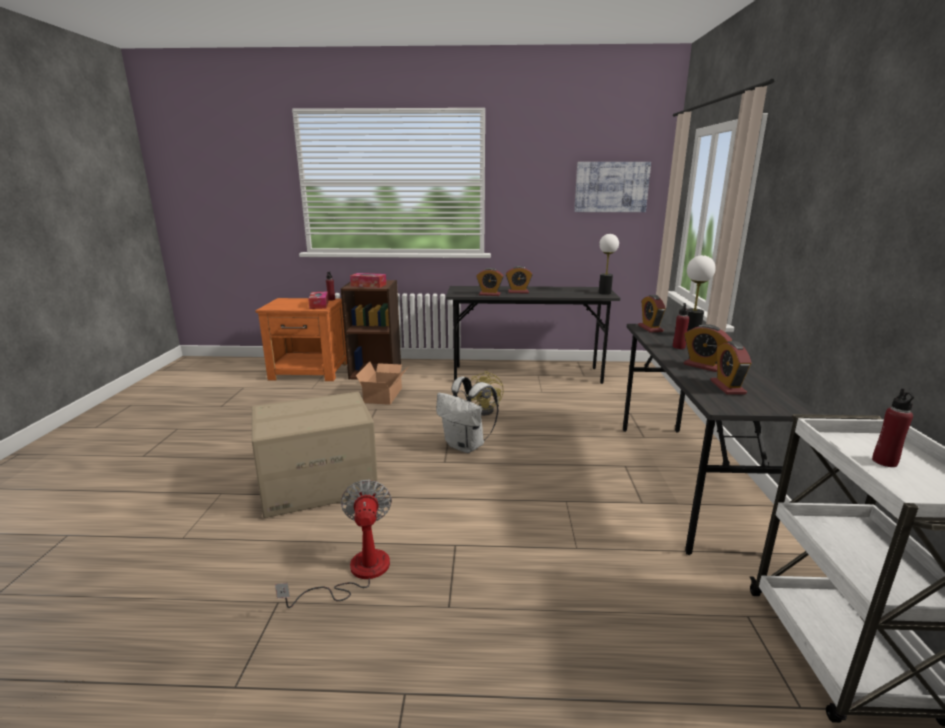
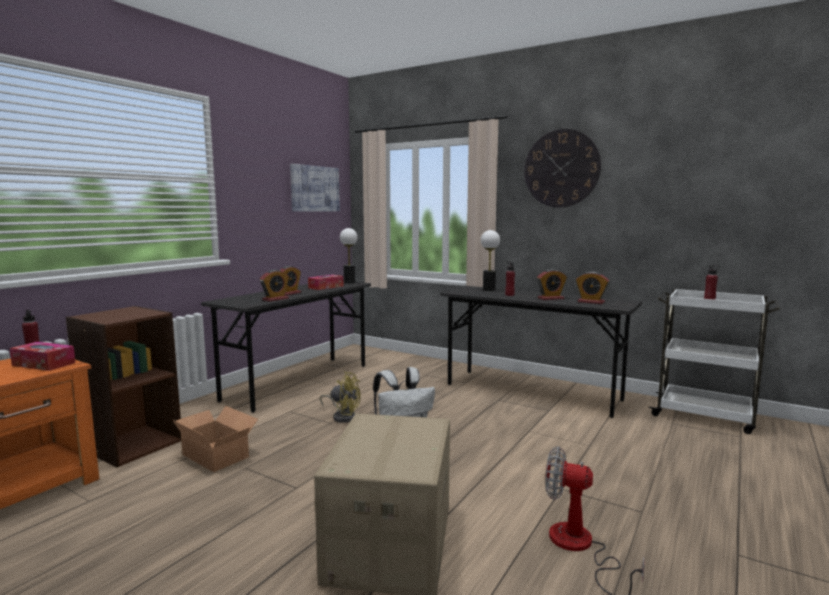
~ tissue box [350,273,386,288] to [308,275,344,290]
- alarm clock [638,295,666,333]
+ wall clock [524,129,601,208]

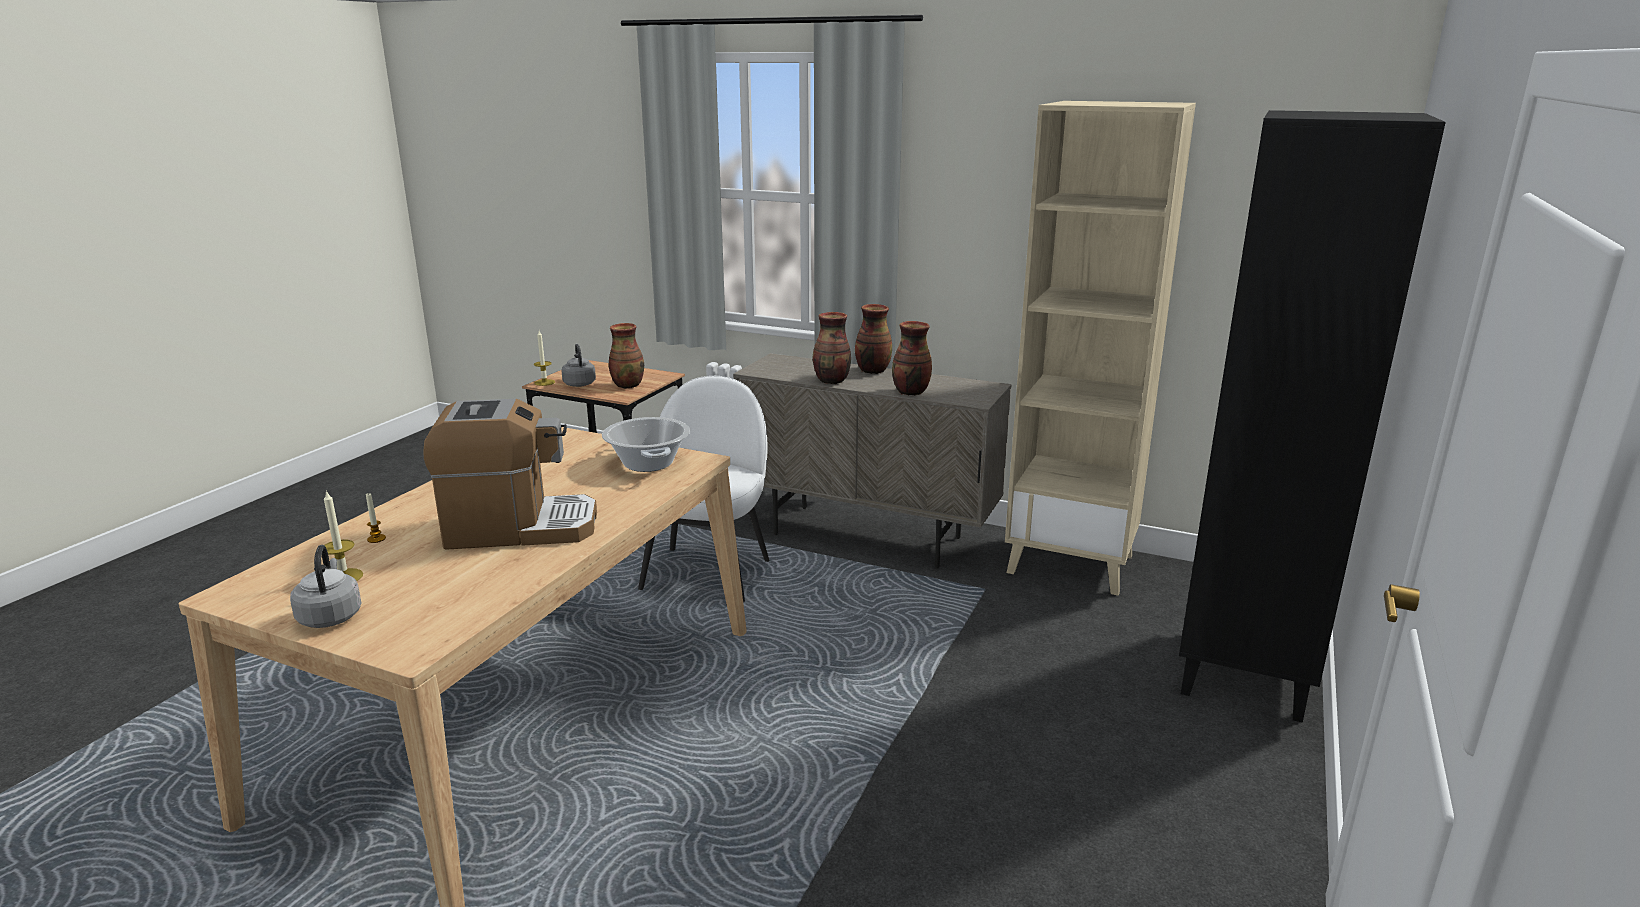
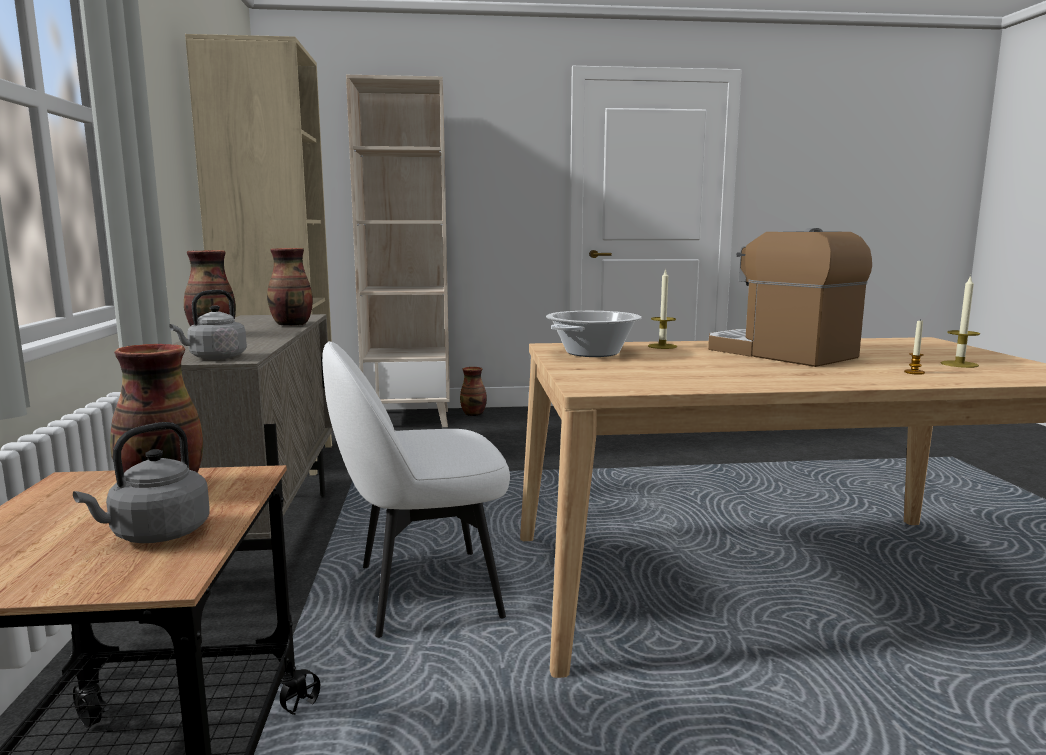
~ black bookcase [1179,110,1446,723] to beige bookcase [346,75,450,427]
~ vase [813,312,851,384] to [460,367,487,416]
~ candle [534,331,555,386] to [648,268,677,349]
~ grey kettle [290,545,361,628] to [169,290,247,360]

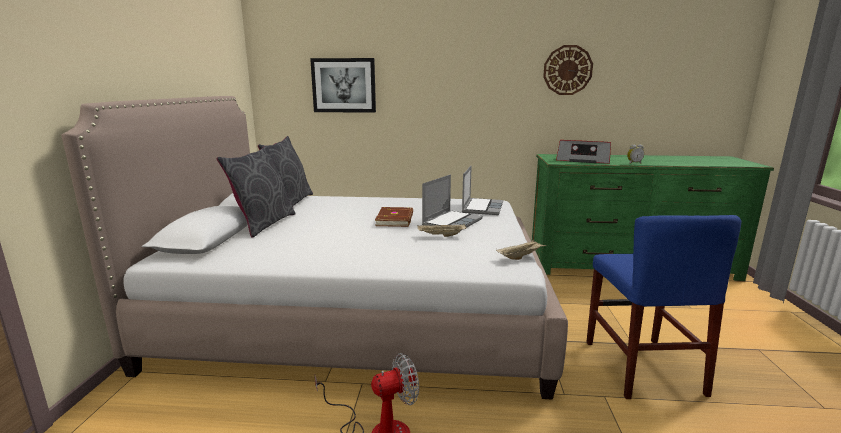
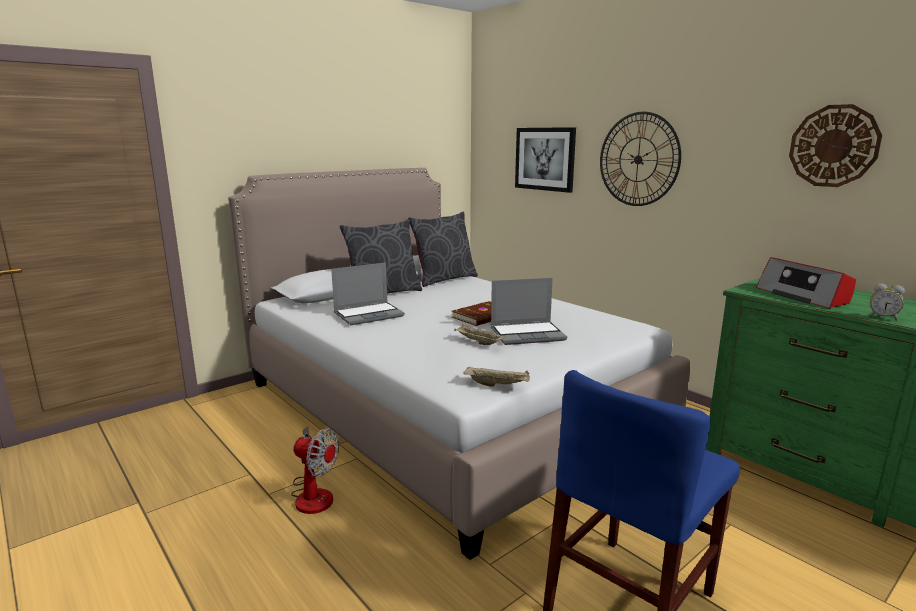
~ laptop [462,165,503,215] to [331,262,405,325]
+ wall clock [600,112,681,206]

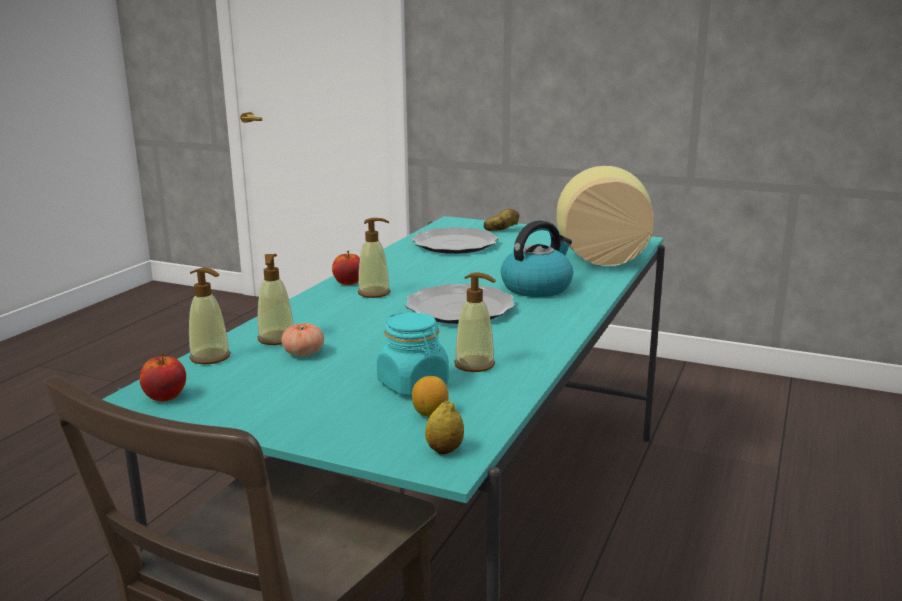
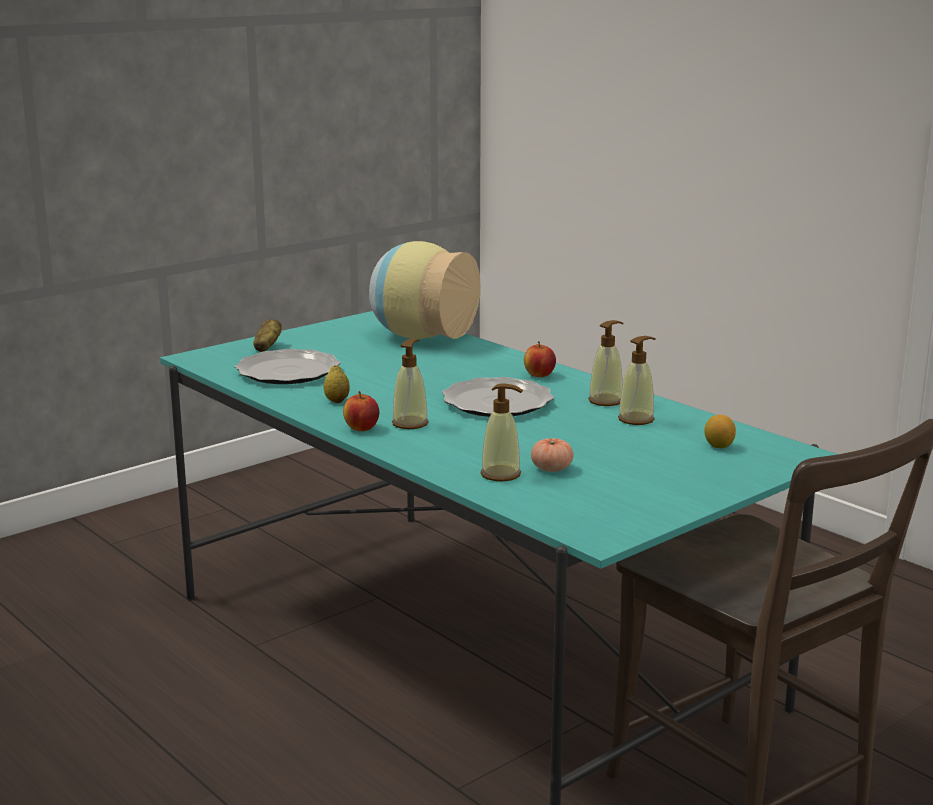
- kettle [501,220,573,297]
~ soap dispenser [189,267,231,364] to [588,320,623,406]
- turquoise jar [377,312,449,396]
~ apple [139,353,186,402] to [524,341,556,377]
~ lemon [425,400,464,455] to [324,365,350,403]

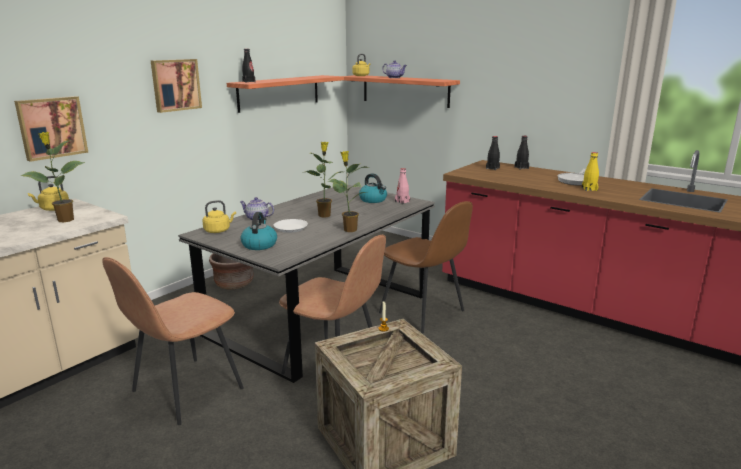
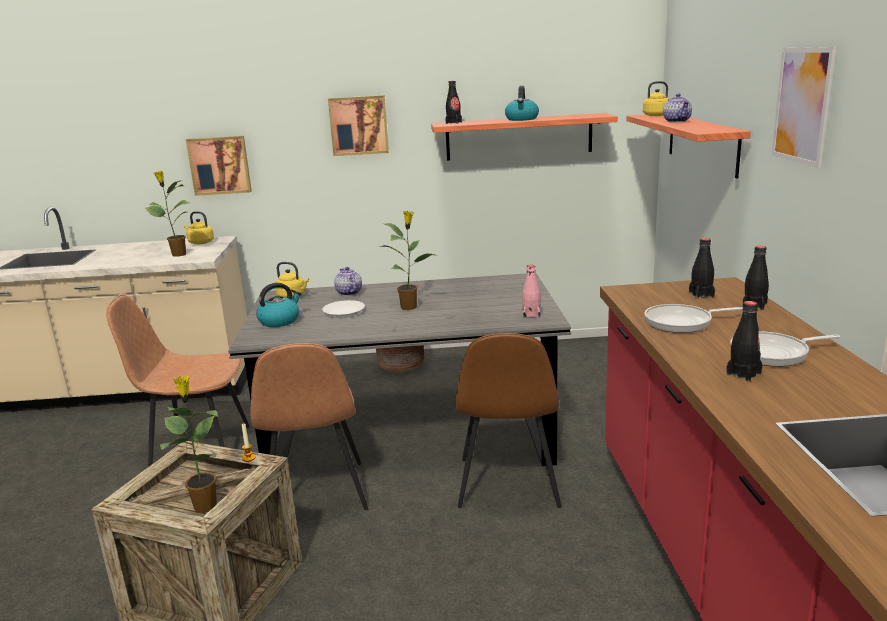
~ potted plant [328,151,368,232] to [160,376,219,513]
~ yellow bottle [582,152,599,191] to black bottle [726,301,762,382]
~ kettle [359,173,387,203] to [505,86,539,121]
+ picture [772,47,836,168]
+ frying pan [644,304,742,333]

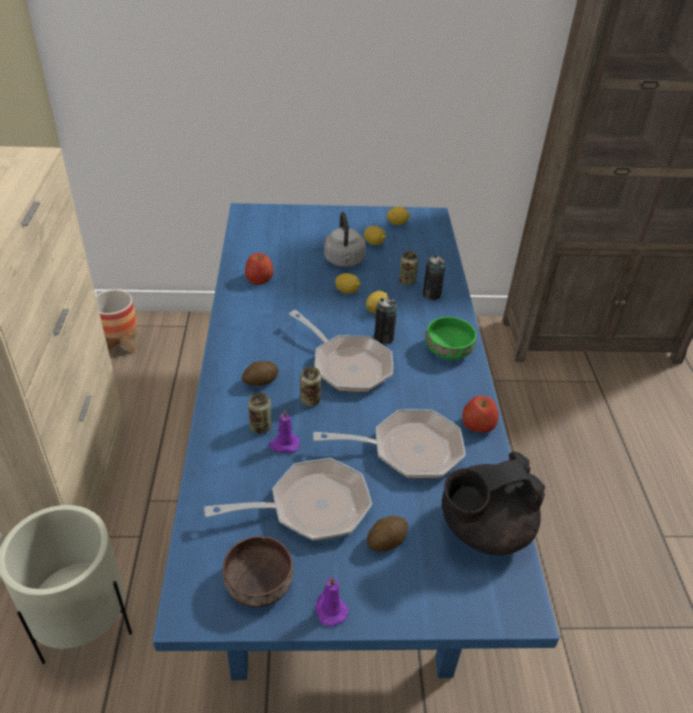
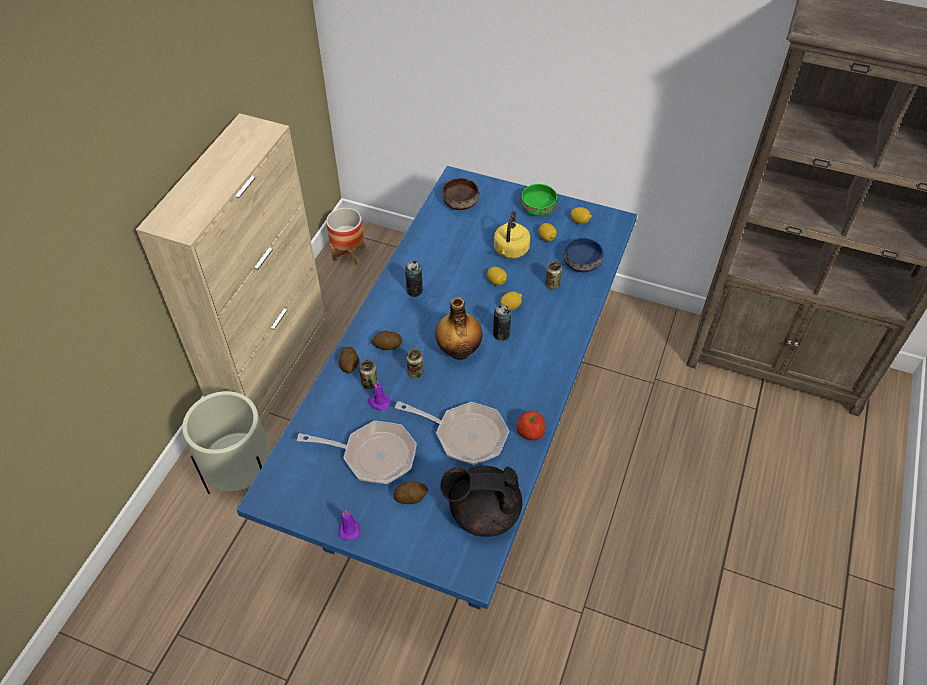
~ grey kettle [324,212,366,267] to yellow kettle [494,211,530,258]
- apple [245,253,274,285]
~ can [423,255,446,300] to [405,261,423,297]
~ frying pan [289,310,393,392] to bottle [435,297,482,360]
~ green bowl [425,317,476,360] to [521,184,558,216]
~ brown bowl [222,536,293,608] to [442,178,479,210]
+ blue bowl [564,238,603,272]
+ potato [339,347,359,373]

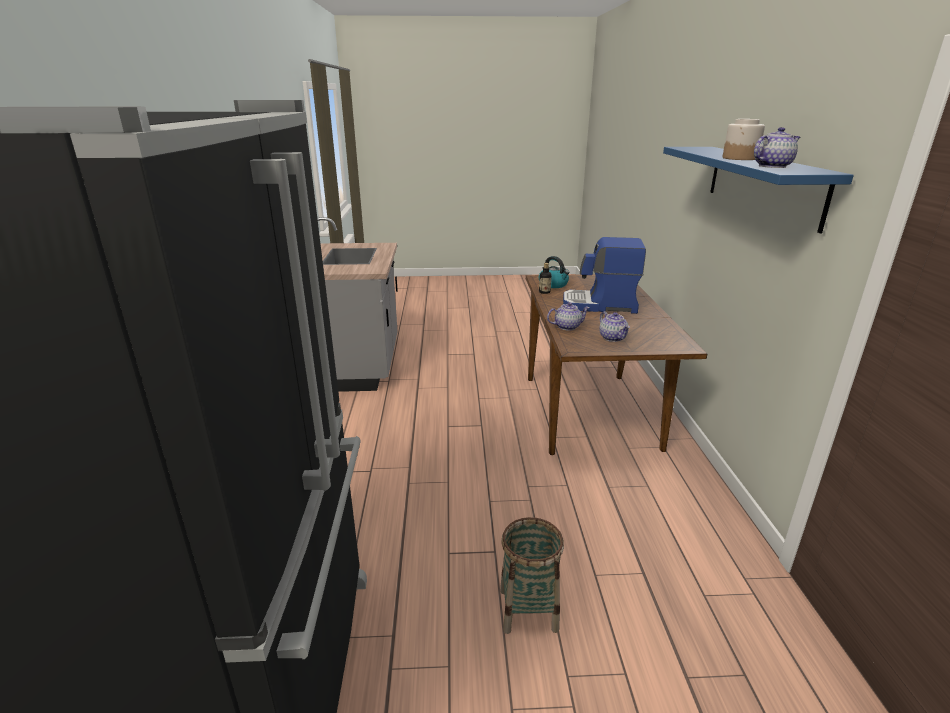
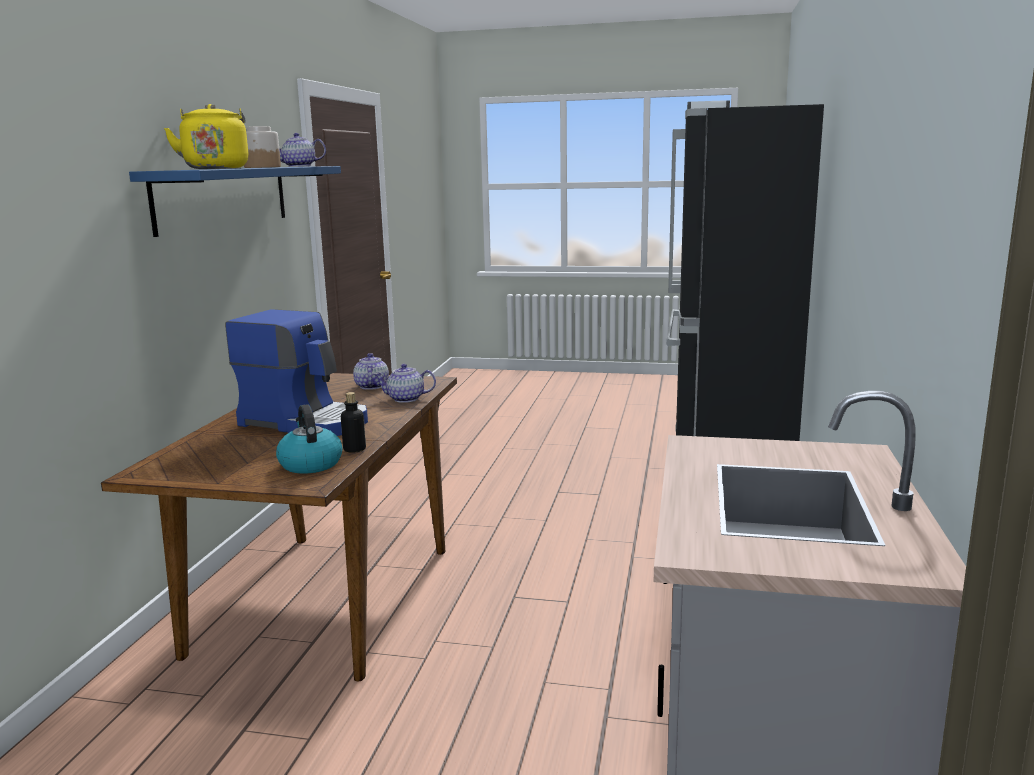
- basket [500,517,564,634]
+ yellow kettle [164,104,249,169]

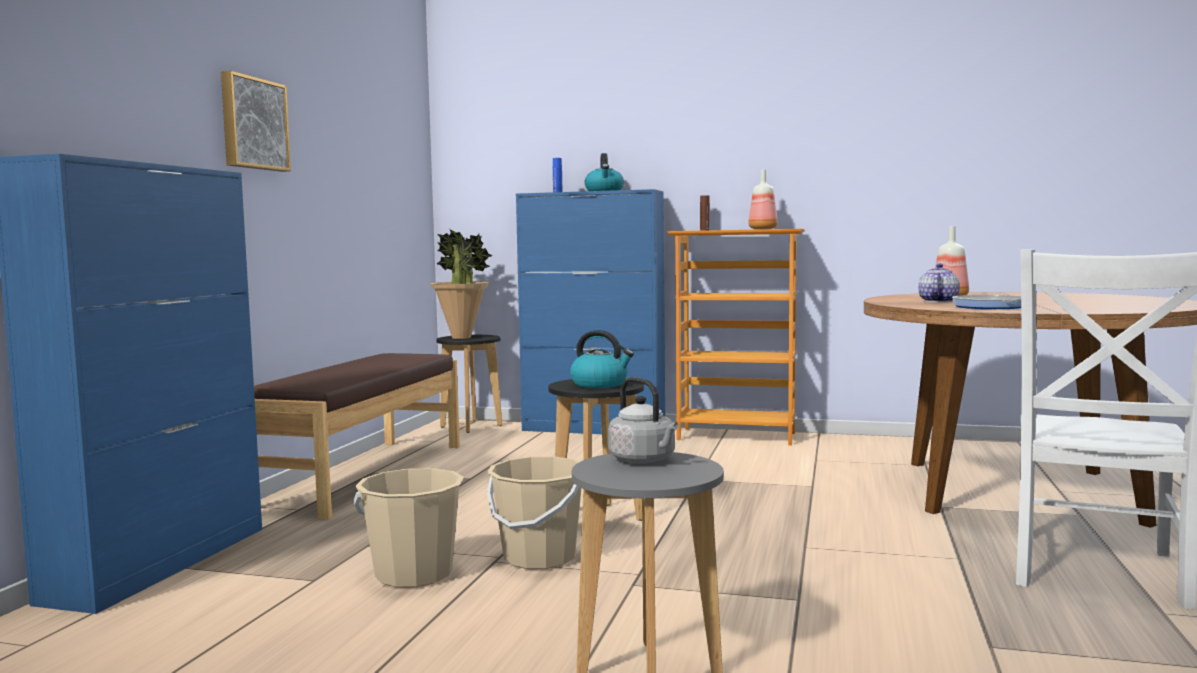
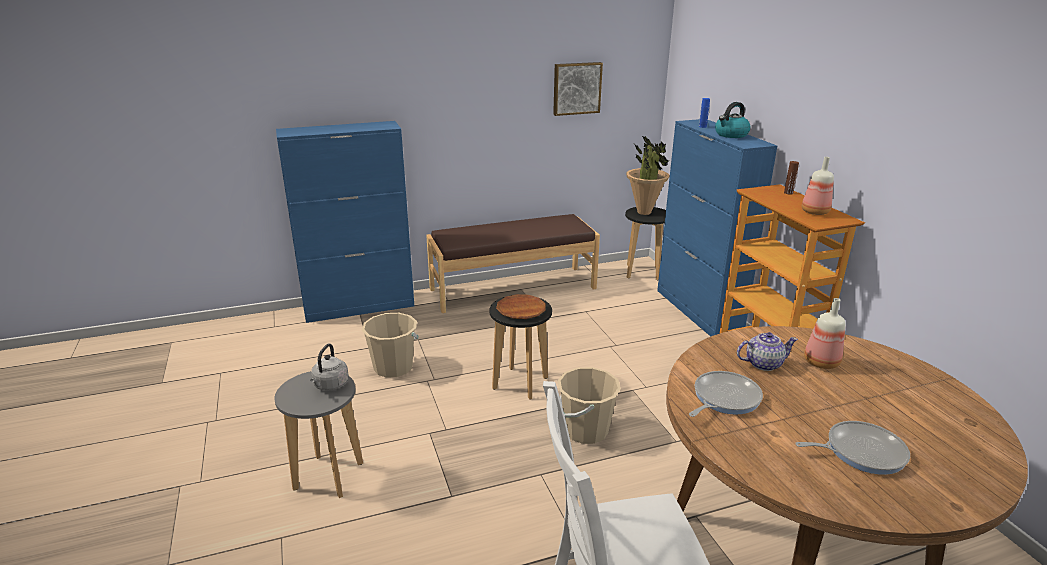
~ picture [221,71,291,172] to [553,62,603,116]
~ kettle [570,330,634,388] to brown plate [496,294,546,319]
~ beige bucket [487,457,581,569] to [557,367,621,444]
+ frying pan [795,421,910,475]

